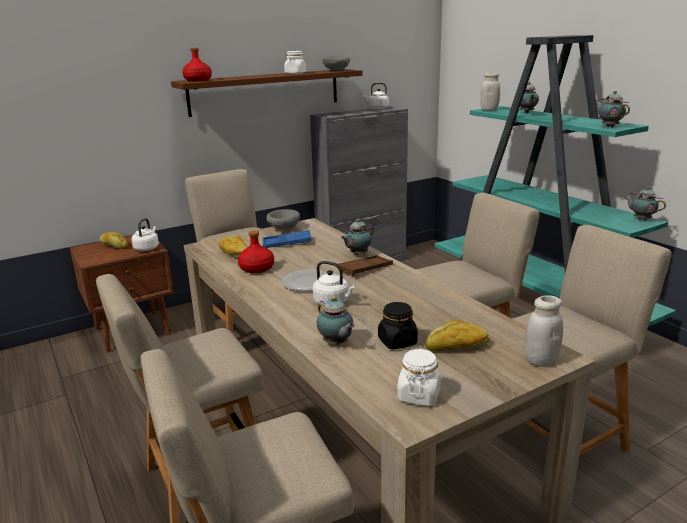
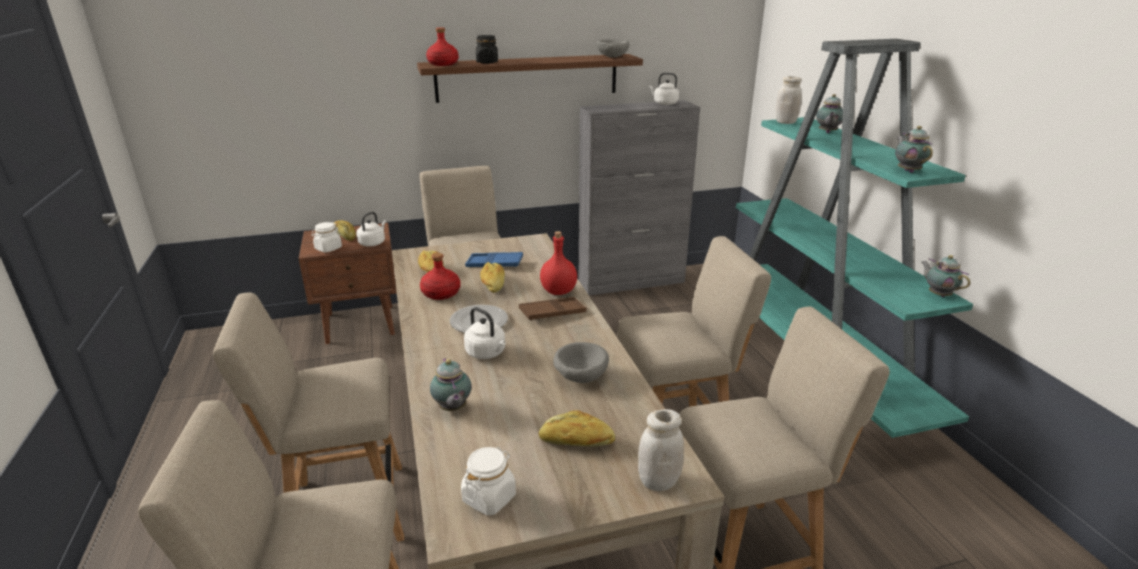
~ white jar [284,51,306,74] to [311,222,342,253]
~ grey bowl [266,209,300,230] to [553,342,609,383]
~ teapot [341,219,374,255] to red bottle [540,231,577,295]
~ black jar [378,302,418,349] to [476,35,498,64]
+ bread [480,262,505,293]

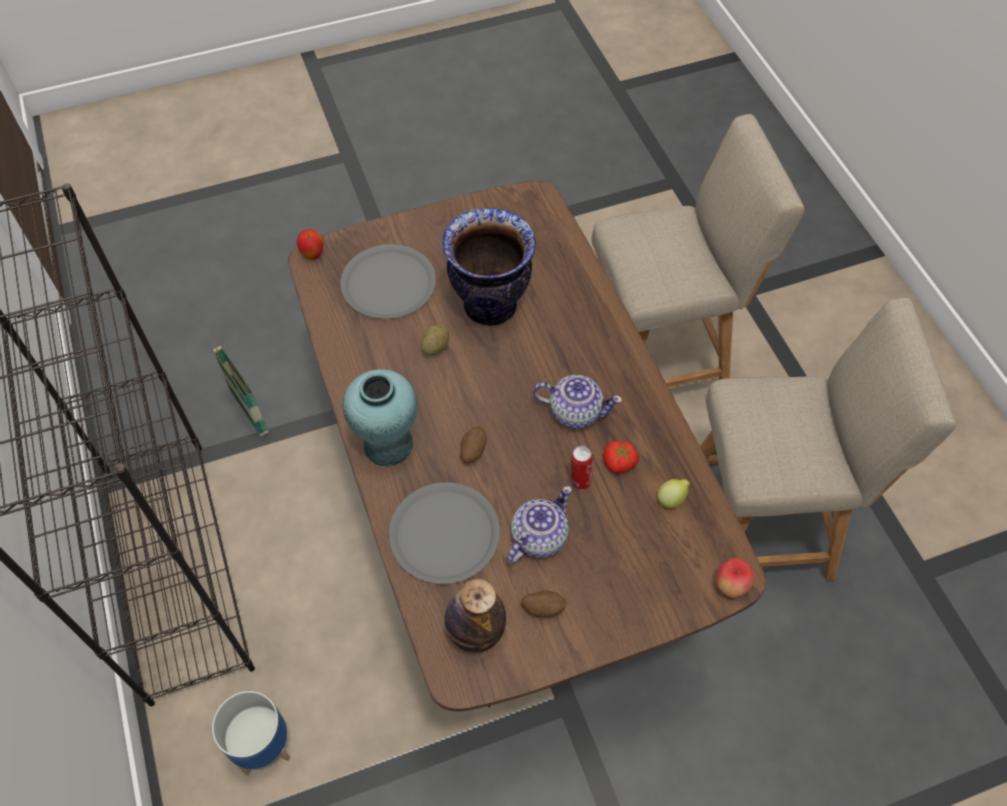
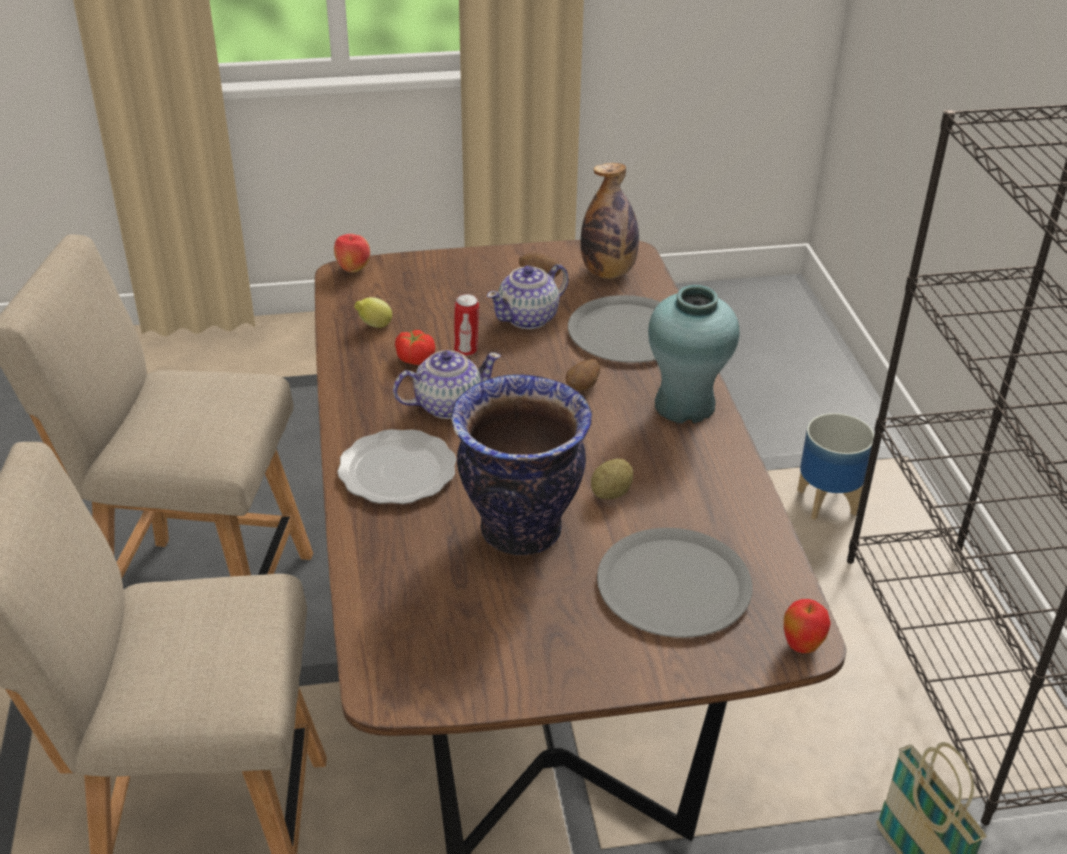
~ teapot [533,375,622,429] = [393,350,501,419] 135 degrees clockwise
+ plate [337,429,456,504]

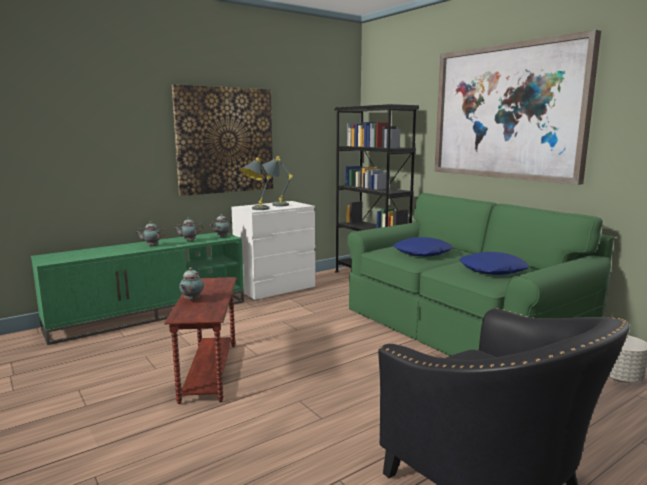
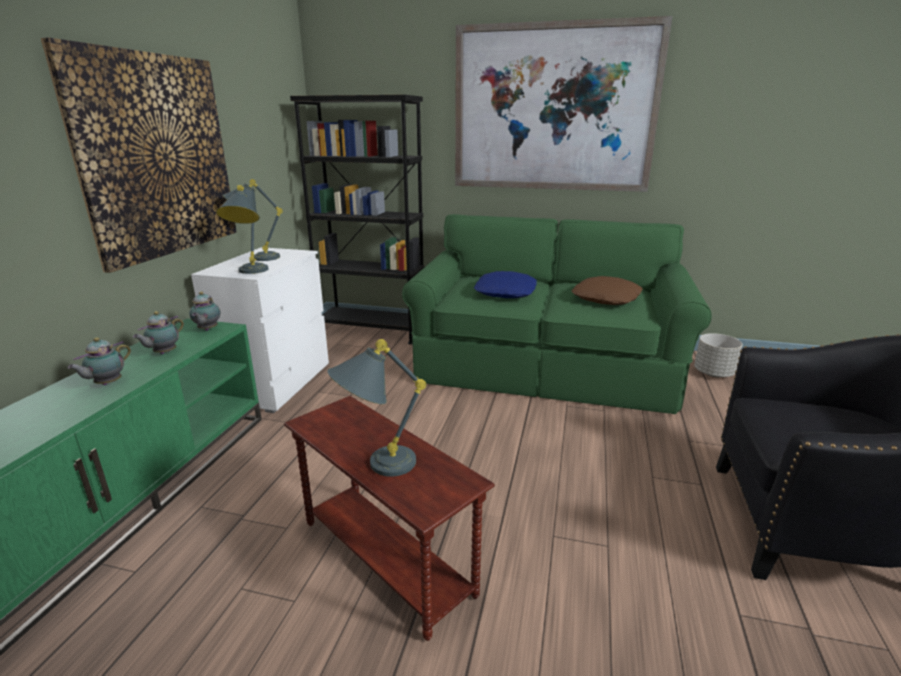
~ blue pillow [459,252,529,275] to brown pillow [571,276,643,305]
~ teapot [179,268,204,301] to grey table lamp [327,339,427,477]

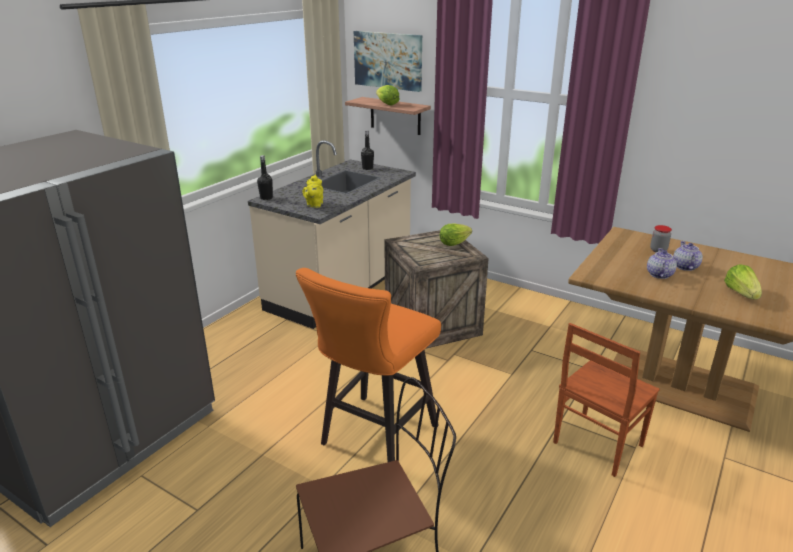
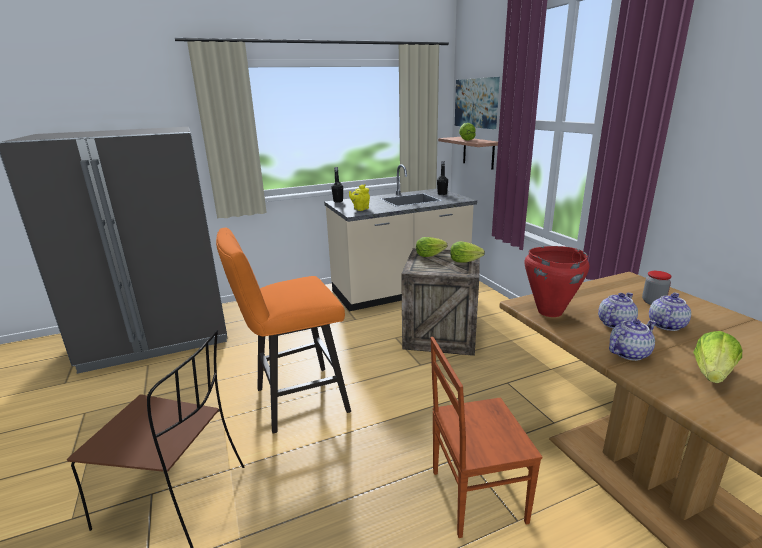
+ lettuce [416,237,447,257]
+ red cooking pot [525,246,589,317]
+ teapot [609,319,657,361]

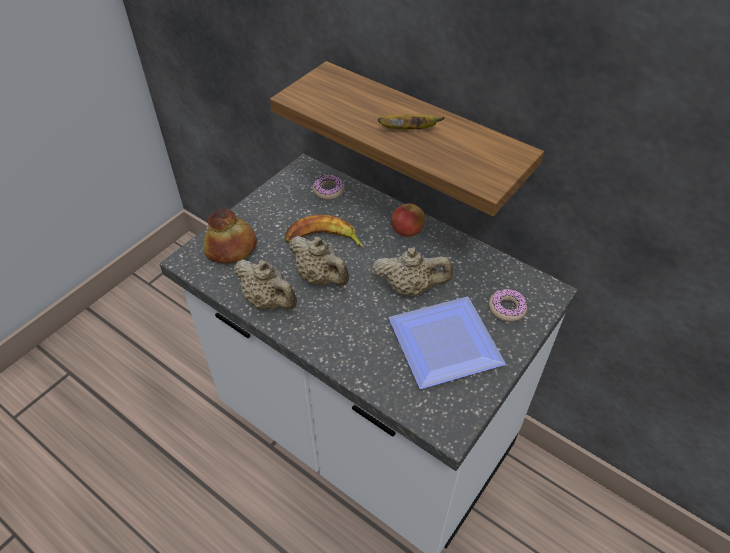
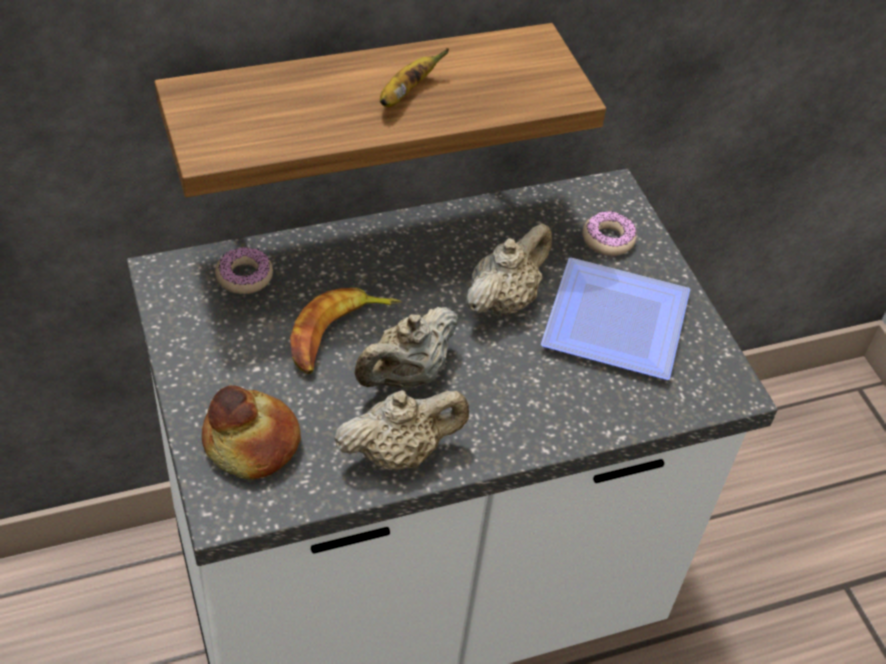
- apple [391,204,425,237]
~ beige teapot [289,236,349,286] = [354,307,458,388] 150 degrees clockwise

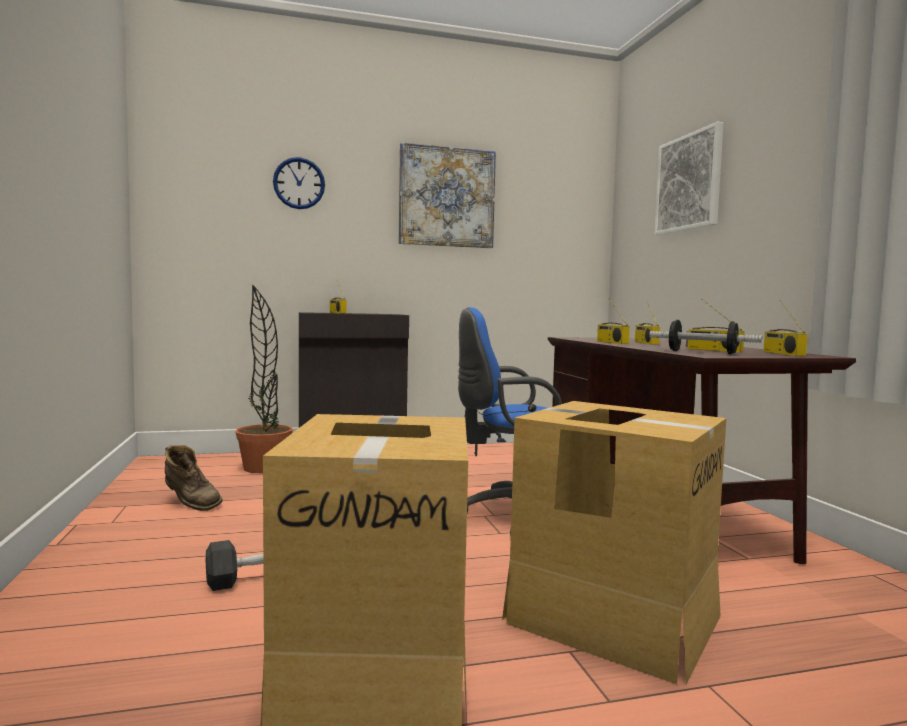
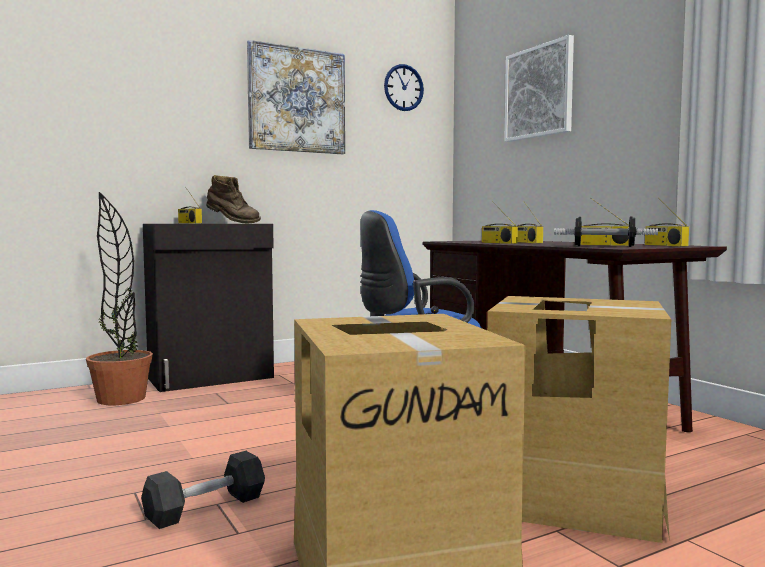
~ wall clock [273,157,325,209] to [384,64,424,111]
~ brown boot [165,445,223,511] to [206,175,261,223]

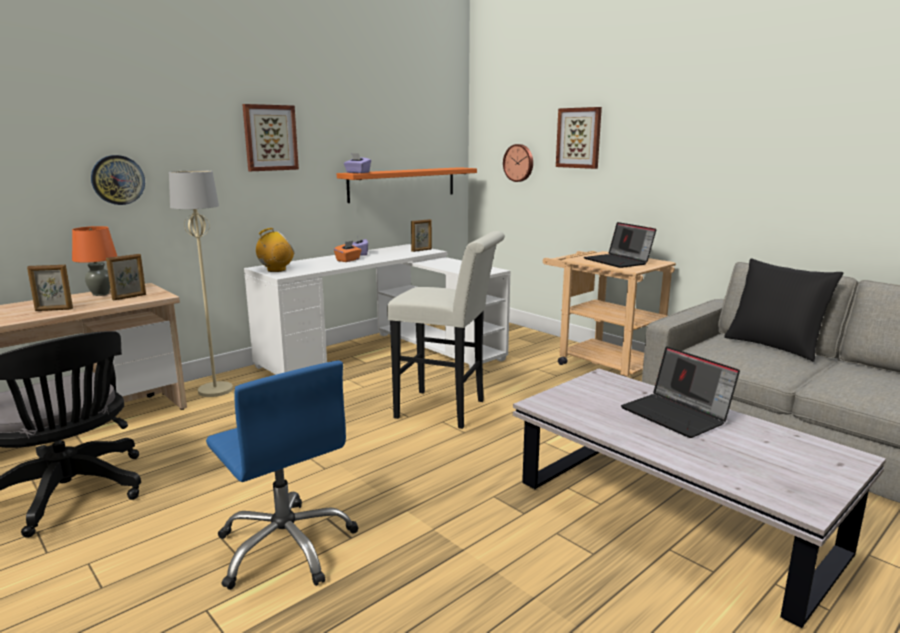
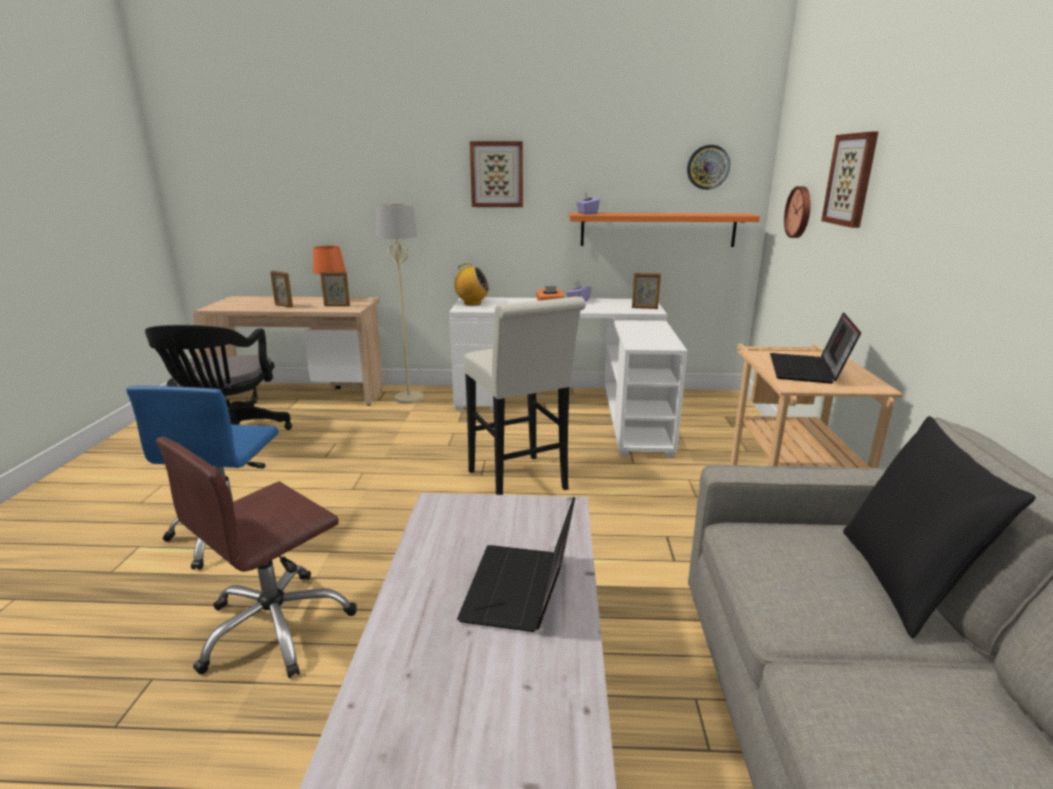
~ wall clock [91,155,145,205] to [687,145,730,190]
+ brown office chair [156,437,357,678]

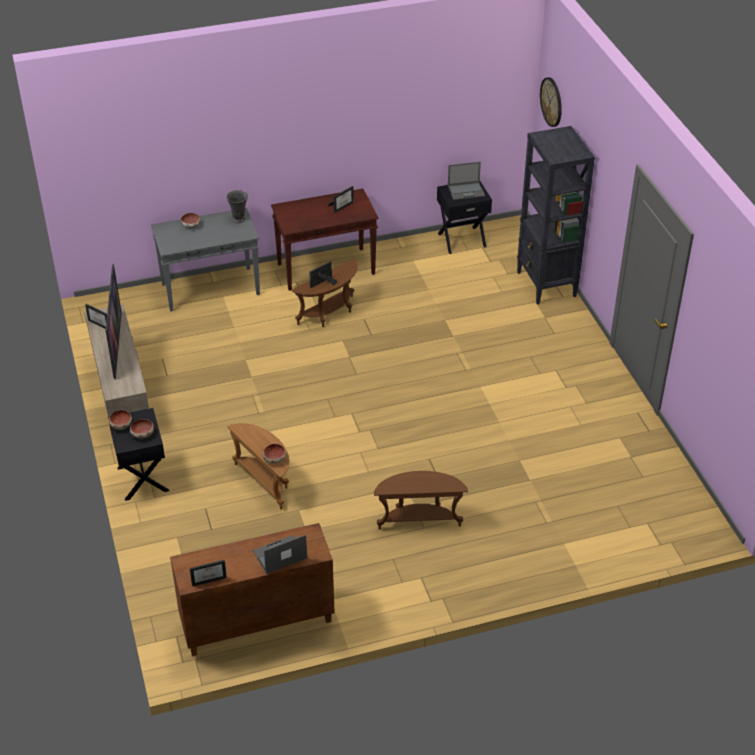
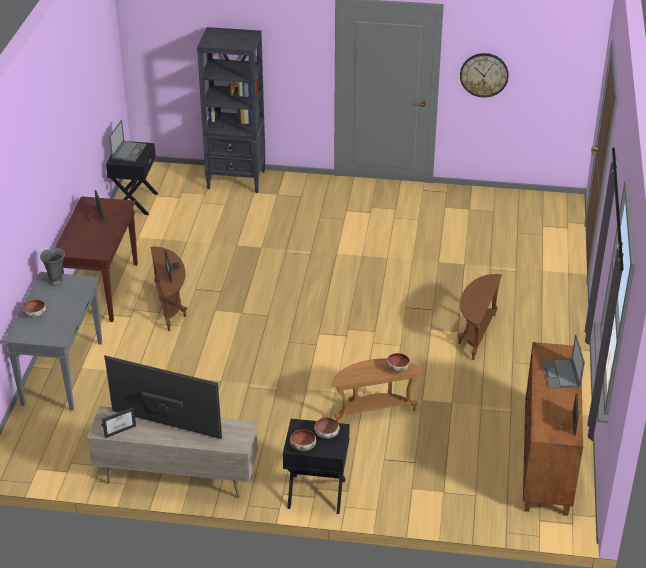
~ wall clock [540,77,562,127] to [460,53,509,98]

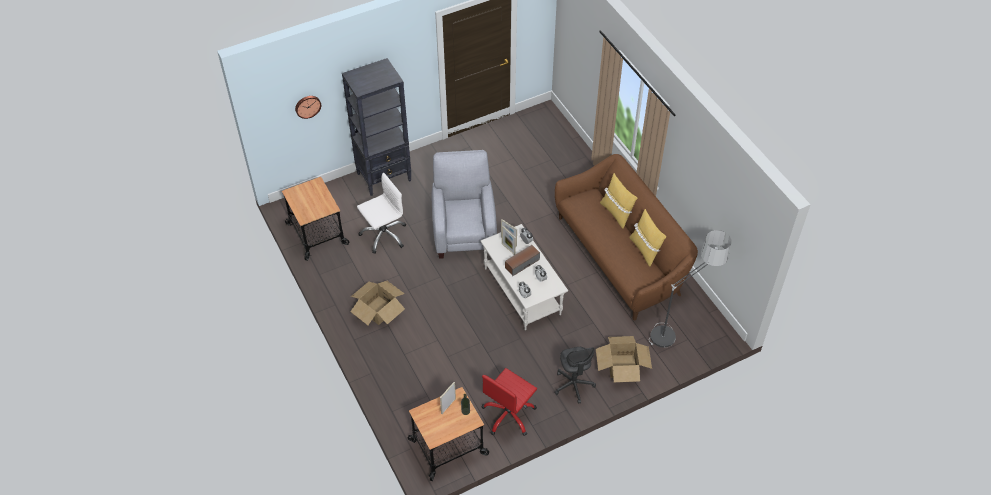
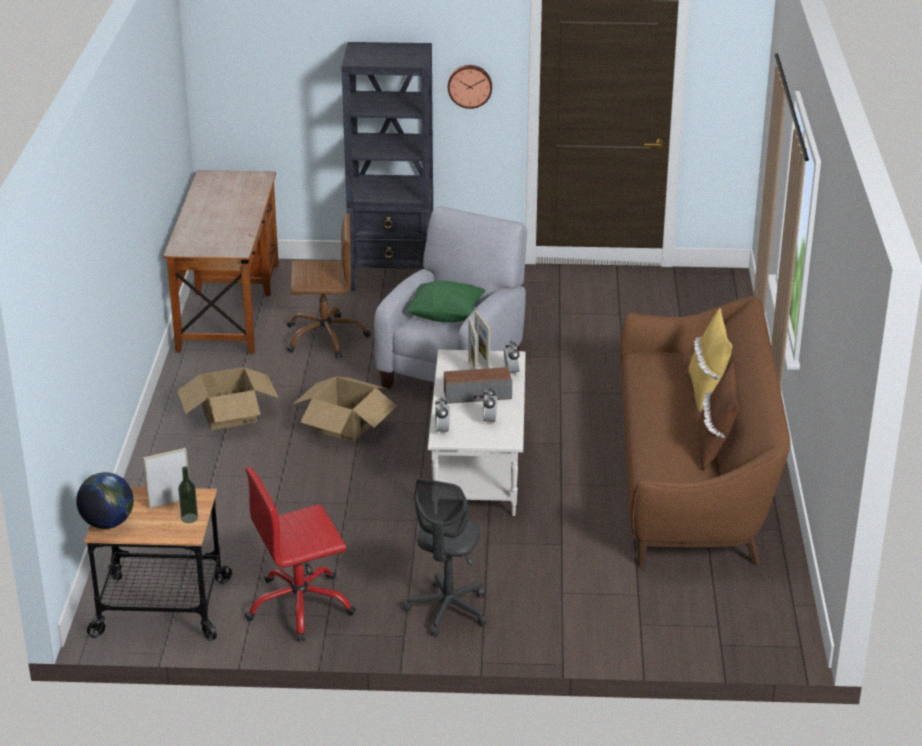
~ wall clock [295,96,321,119] to [448,65,492,109]
~ white office chair [357,173,406,254] to brown office chair [286,214,370,359]
~ cart [282,177,349,261] to desk [163,170,279,354]
~ yellow pillow [629,209,666,267] to brown pillow [698,362,738,472]
- floor lamp [650,230,731,348]
~ cardboard box [596,336,652,382] to [292,377,397,442]
+ green pillow [406,280,486,322]
+ globe [76,472,134,529]

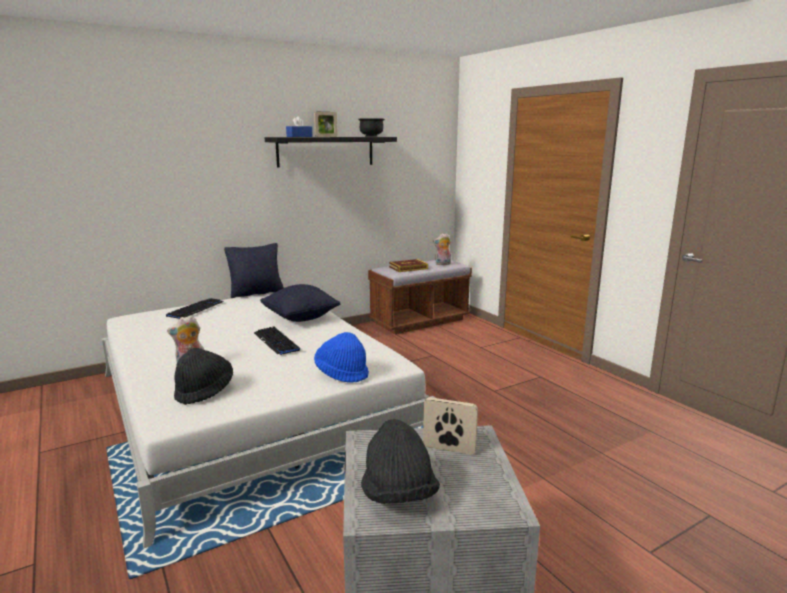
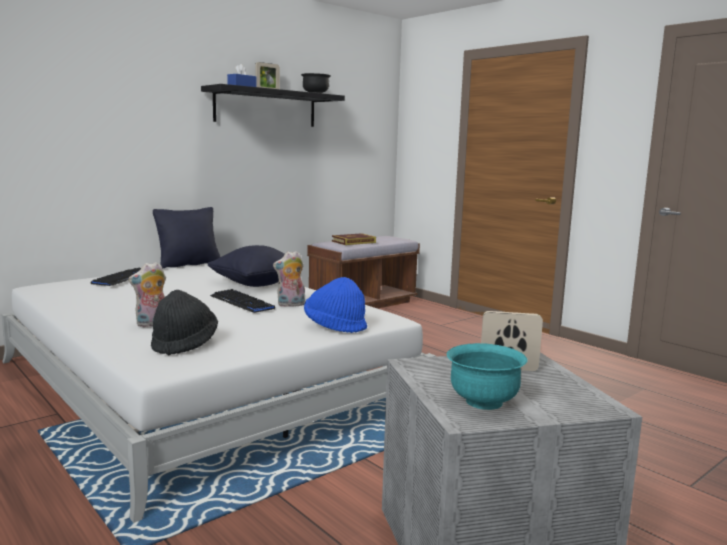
~ plush toy [433,233,451,265] to [273,251,305,307]
~ black hat [361,419,440,504] to turquoise bowl [447,343,528,410]

